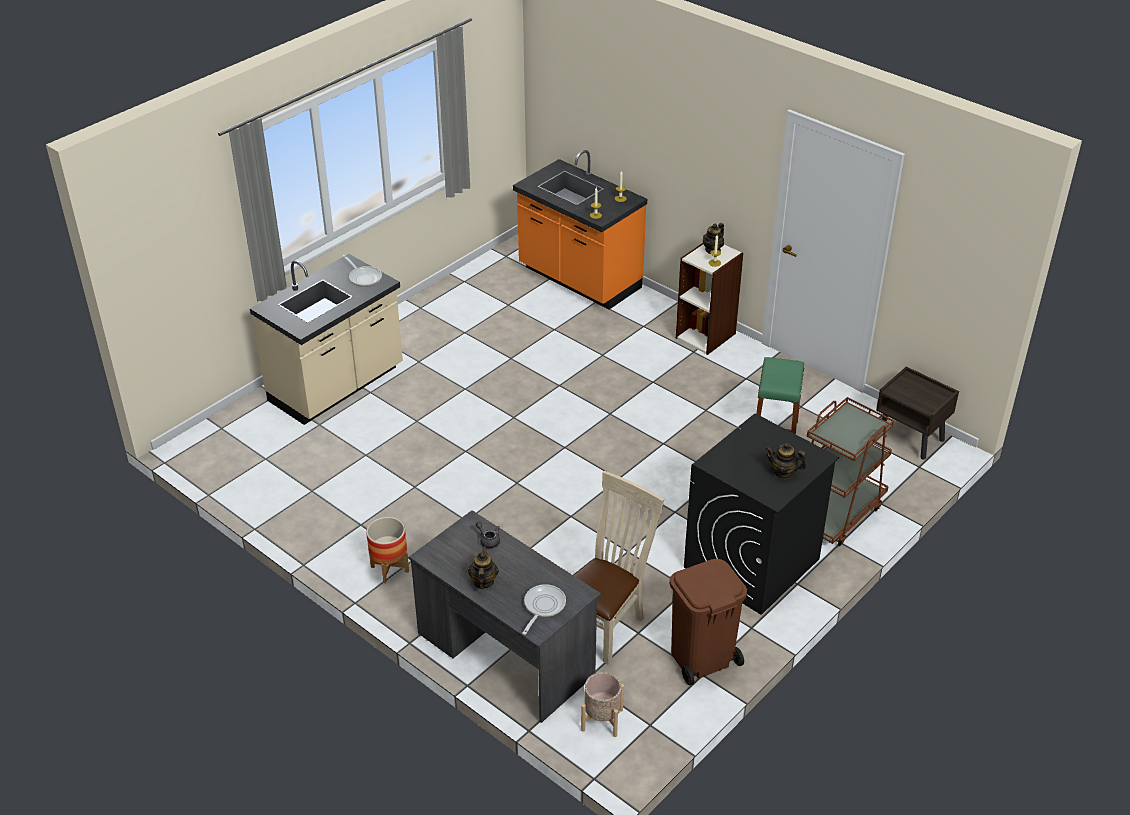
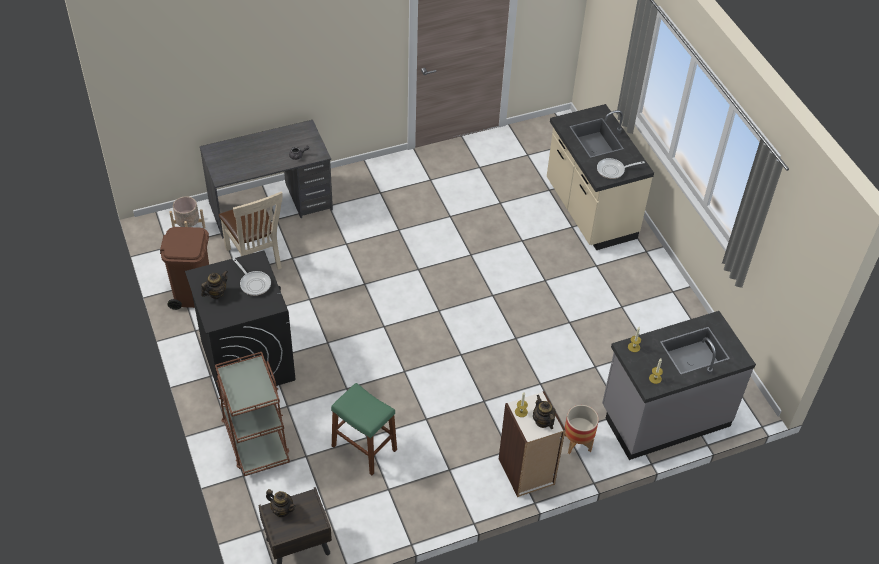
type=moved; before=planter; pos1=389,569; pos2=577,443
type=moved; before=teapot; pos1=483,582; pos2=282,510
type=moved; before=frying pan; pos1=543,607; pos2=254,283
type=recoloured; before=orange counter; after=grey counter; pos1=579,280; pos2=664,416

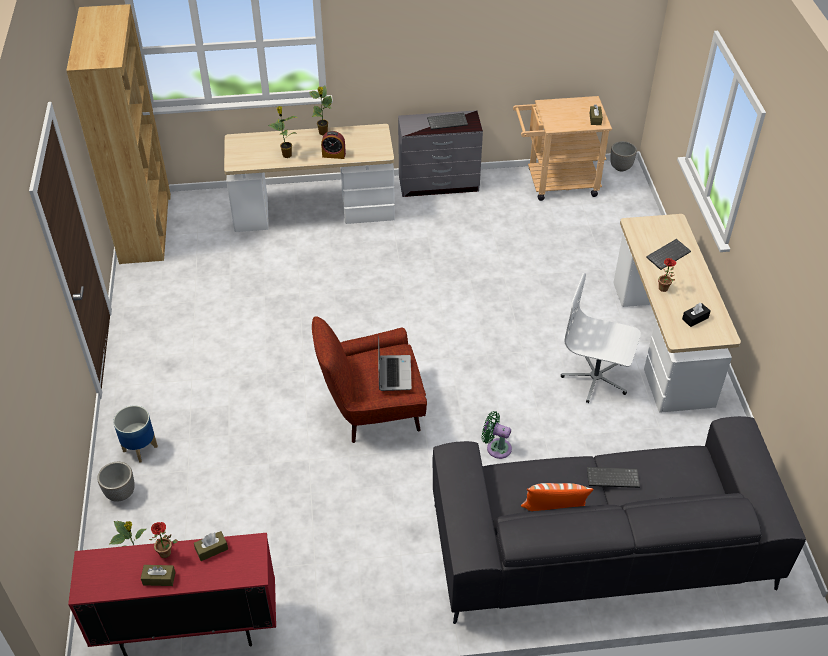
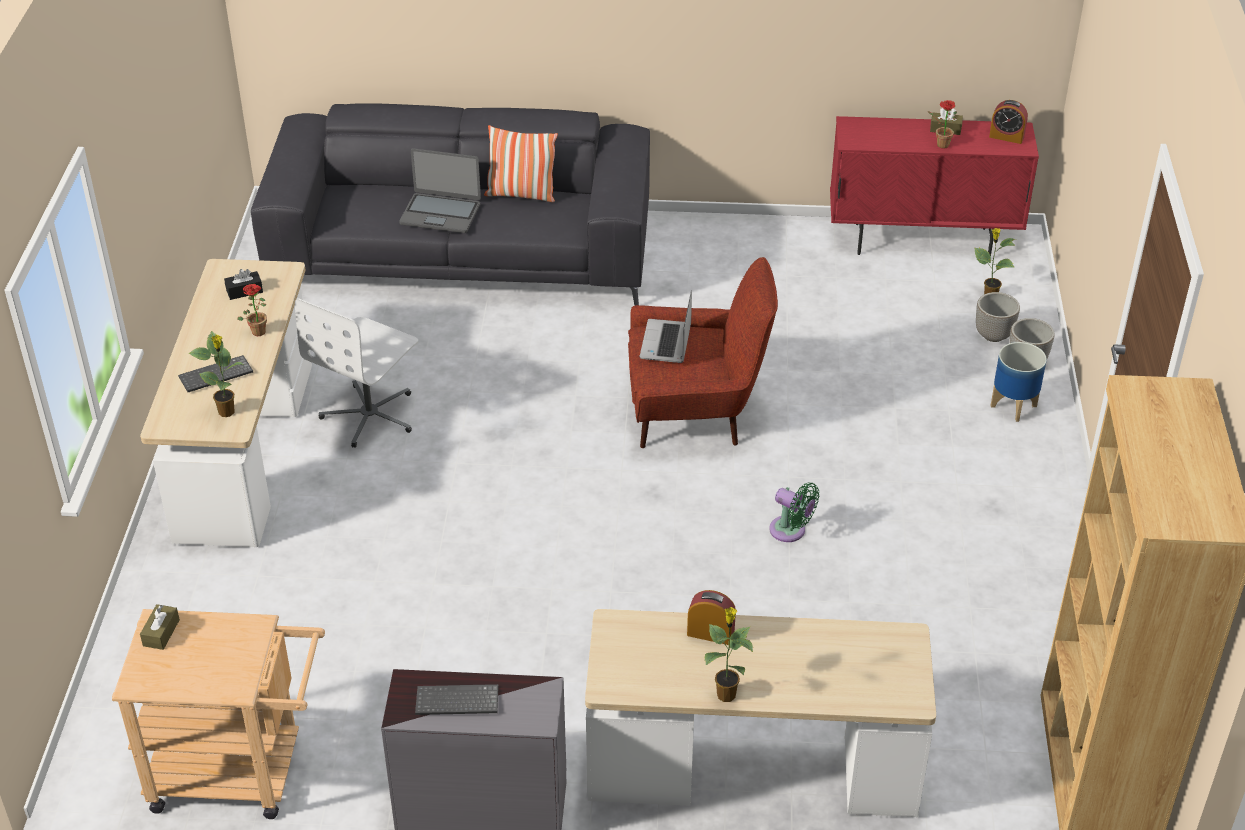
type=removed; before=brown tissue box; pos1=211,549
type=added; after=alarm clock; pos2=1006,137
type=moved; before=potted plant; pos1=286,155; pos2=227,412
type=moved; before=green fan; pos1=496,447; pos2=791,531
type=moved; before=planter; pos1=621,167; pos2=992,335
type=replaced; before=keyboard; after=laptop; pos1=612,479; pos2=441,213
type=turned; before=white office chair; pos1=595,378; pos2=370,415; turn=90

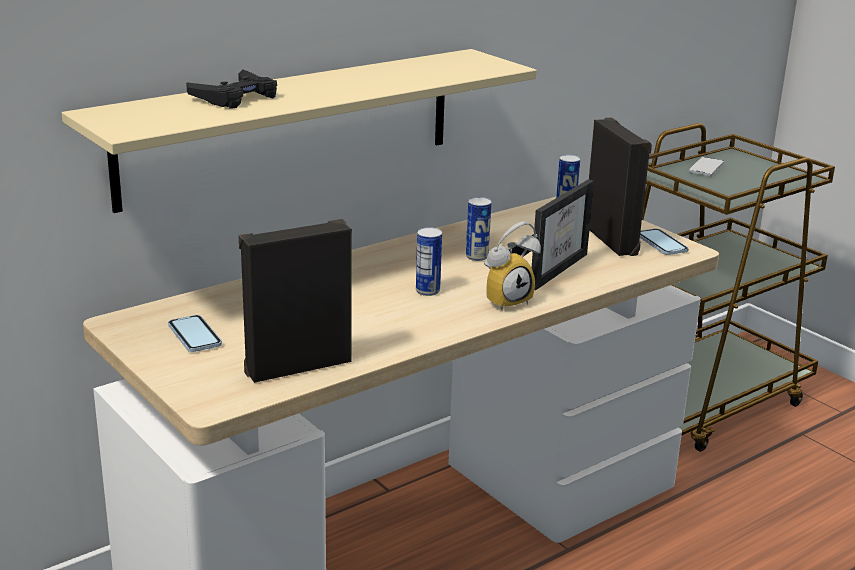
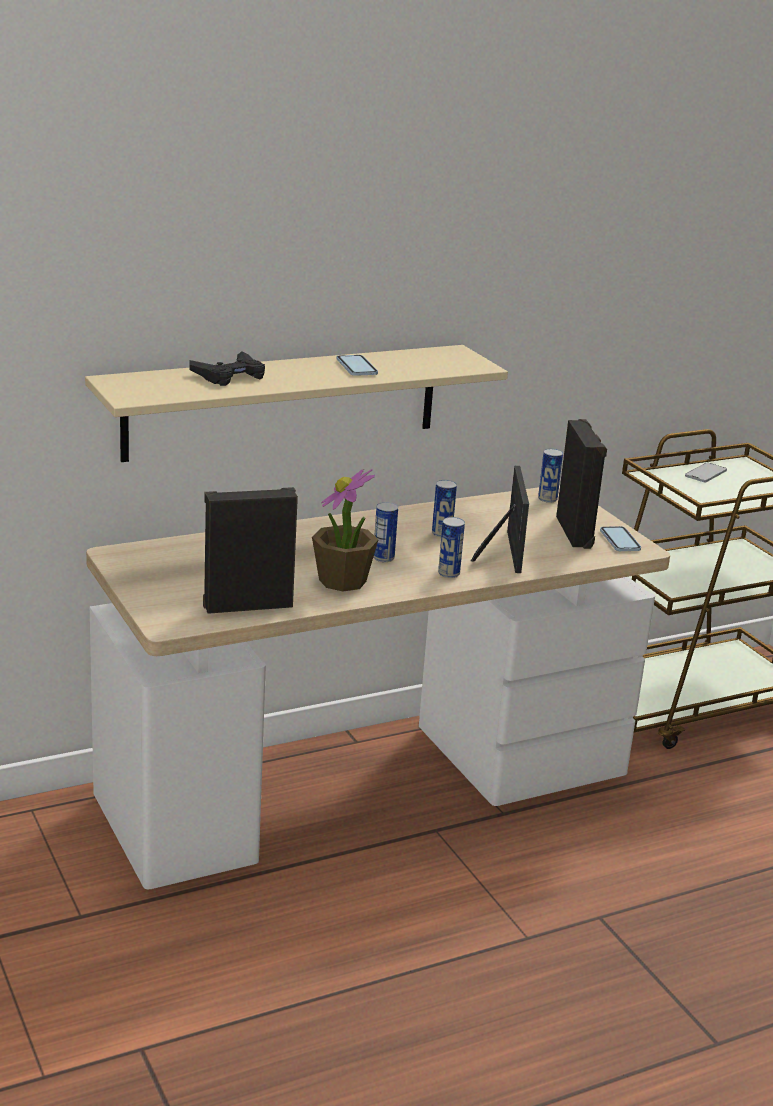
type=added; after=potted plant; pos2=342,581
type=moved; before=phone; pos1=194,336; pos2=356,367
type=replaced; before=alarm clock; after=can; pos1=506,300; pos2=448,573
type=turned; before=picture frame; pos1=550,268; pos2=503,550; turn=-45

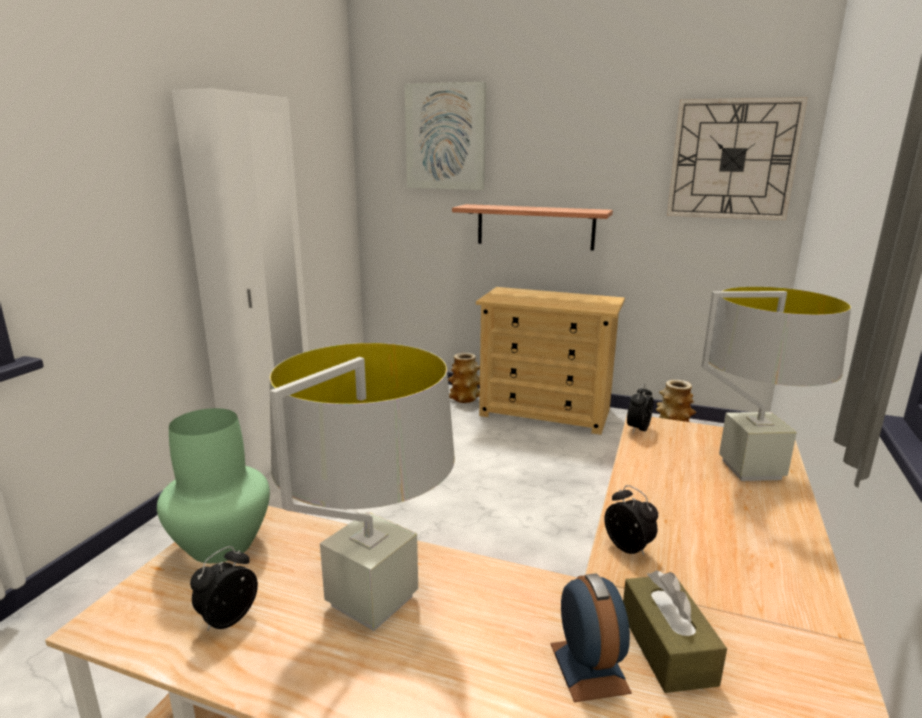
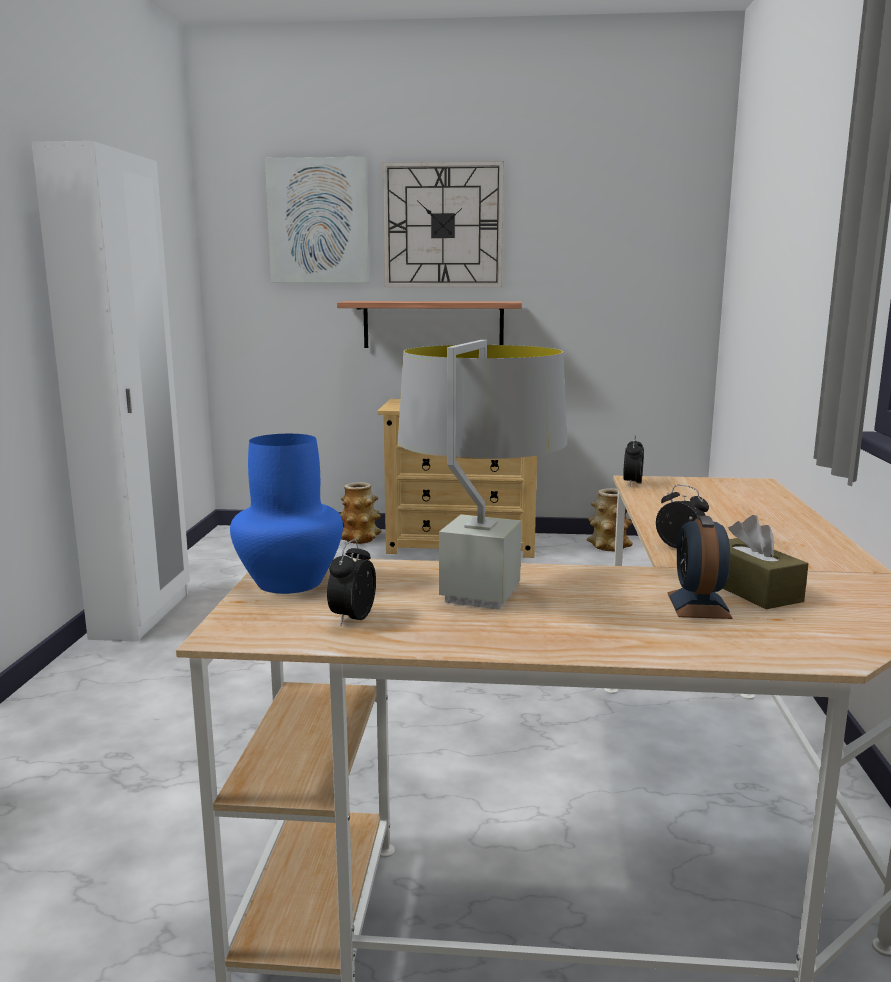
type=removed; before=grey table lamp; pos1=750,469
type=moved; before=wall clock; pos1=732,159; pos2=443,225
type=recoloured; before=green vase; after=blue vase; pos1=223,544; pos2=291,581
type=turned; before=alarm clock; pos1=589,667; pos2=698,605; turn=-150

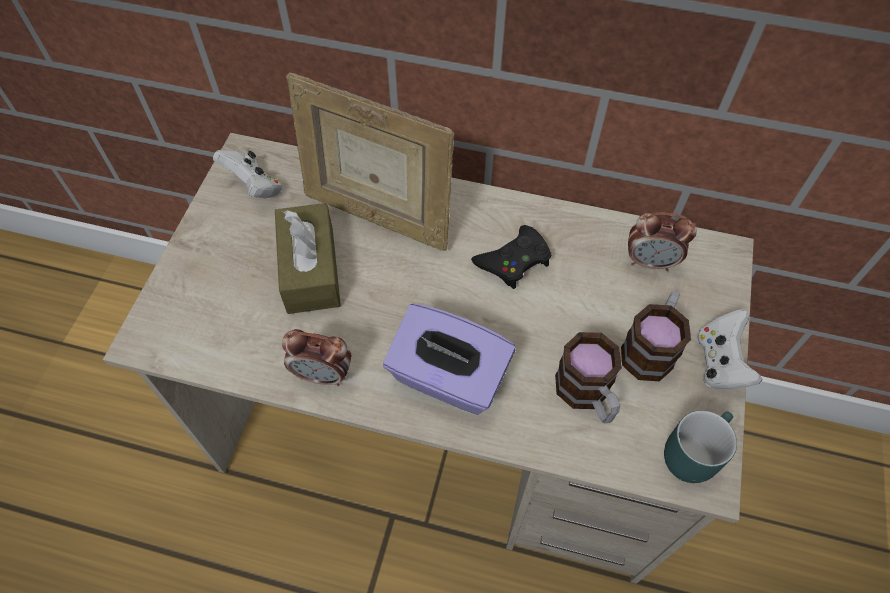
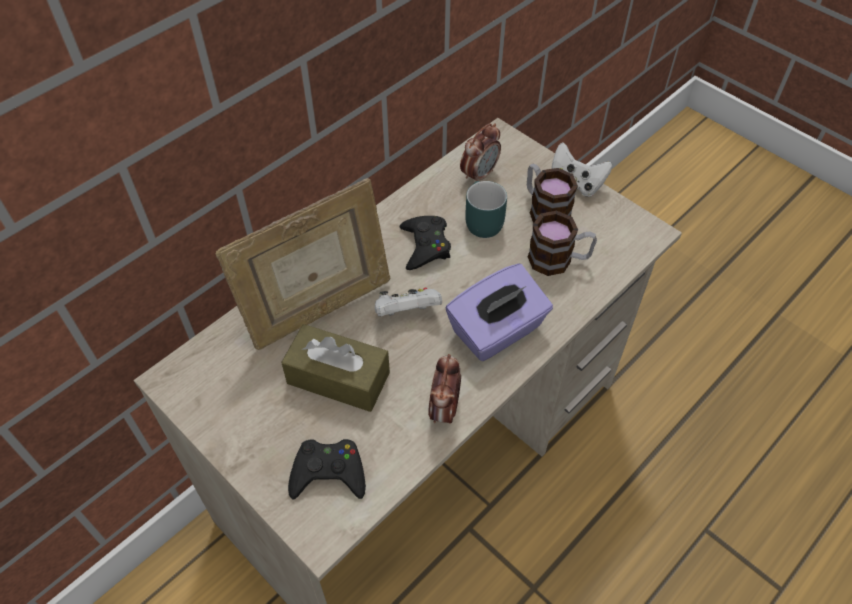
type=added; after=black game controller; pos2=328,473
type=moved; before=white game controller; pos1=254,187; pos2=407,313
type=moved; before=turquoise mug; pos1=690,450; pos2=479,221
type=turned; before=alarm clock; pos1=323,374; pos2=444,409; turn=150

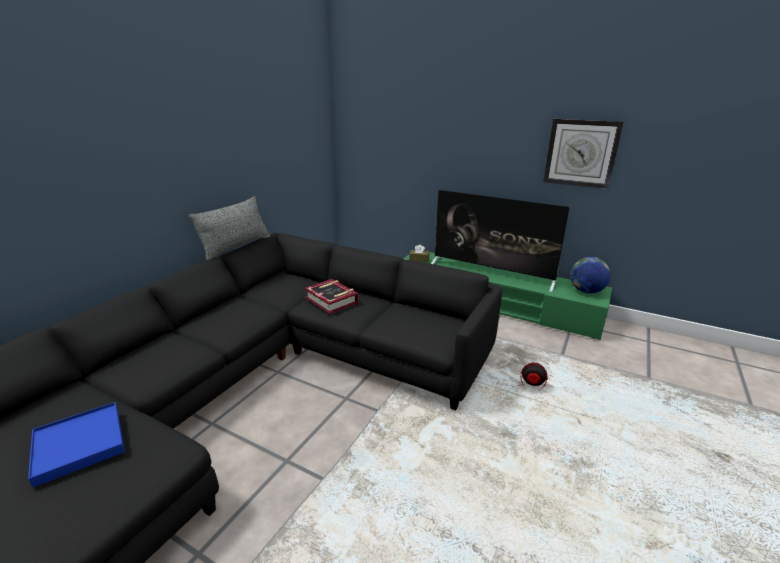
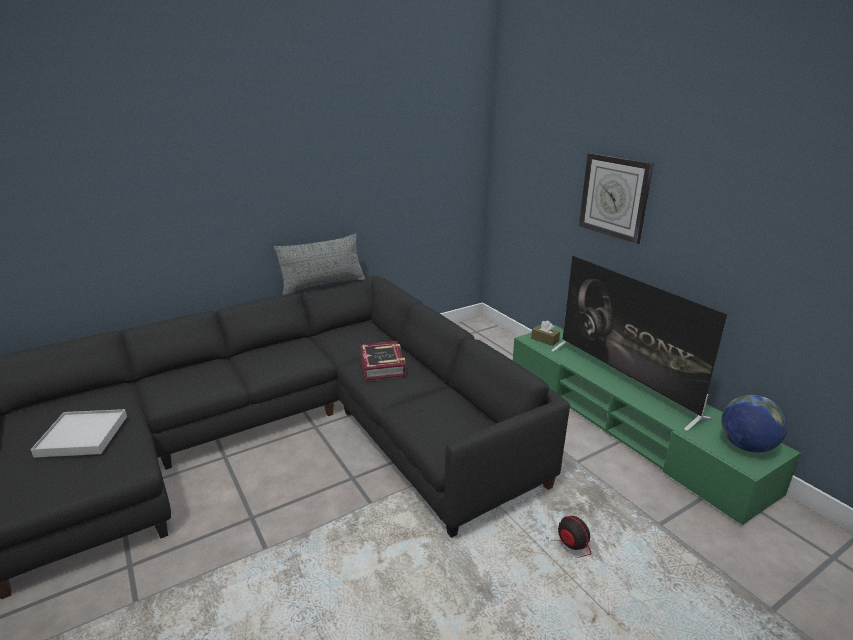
type=moved; before=wall clock; pos1=581,153; pos2=614,196
type=recoloured; before=blue tray; after=white tray; pos1=79,444; pos2=82,436

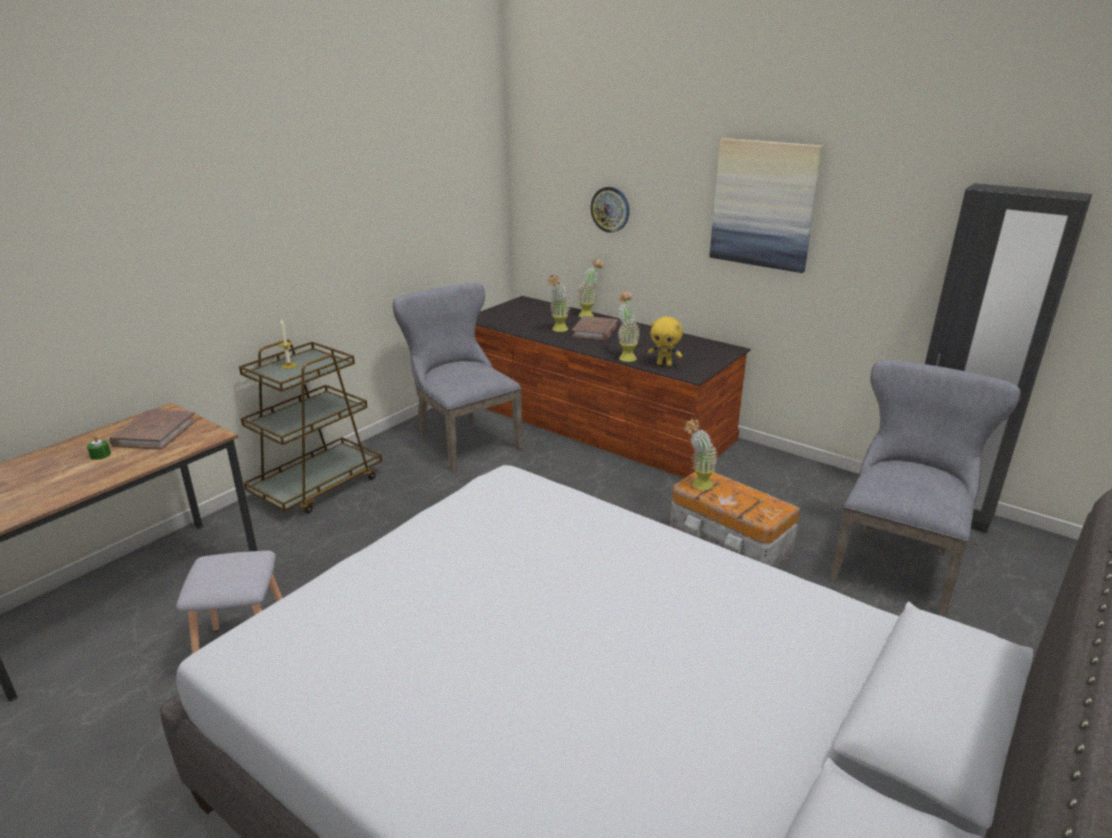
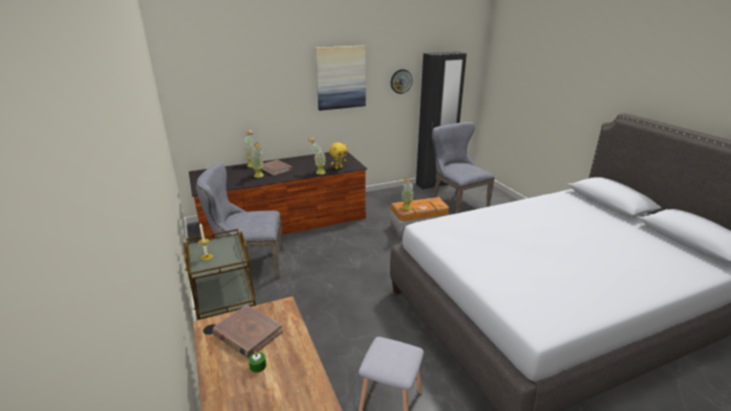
type=moved; before=wall clock; pos1=610,209; pos2=401,81

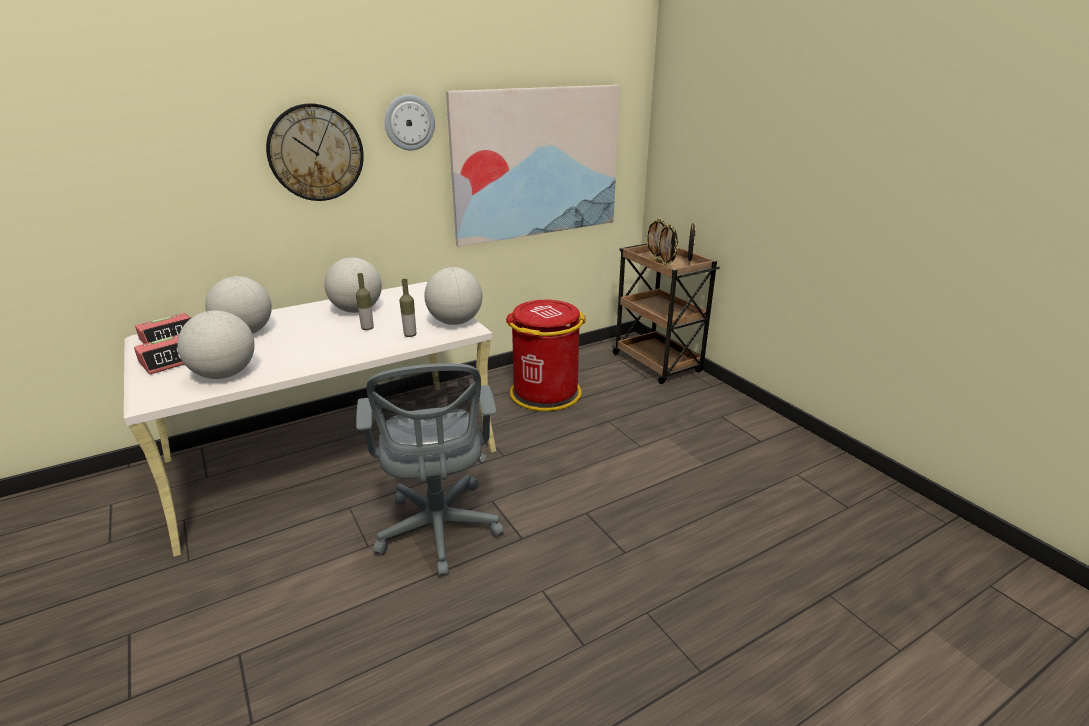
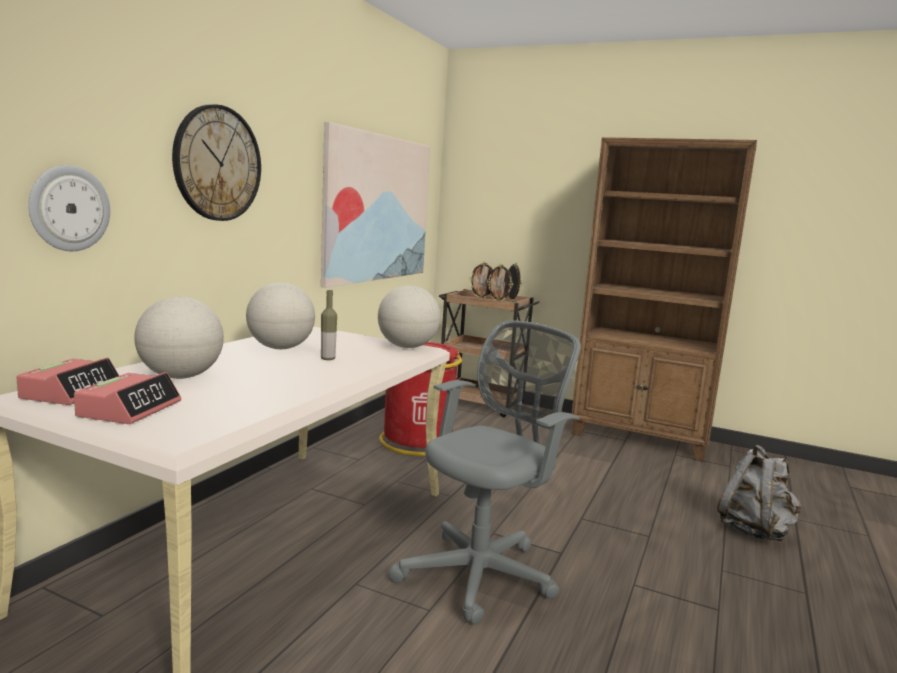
type=removed; before=globe; pos1=224,375
type=removed; before=bottle; pos1=410,335
type=added; after=brown bookcase; pos2=640,438
type=added; after=grey backpack; pos2=754,531
type=moved; before=wall clock; pos1=409,122; pos2=69,208
type=turned; before=grey office chair; pos1=439,532; pos2=482,573; turn=-90

